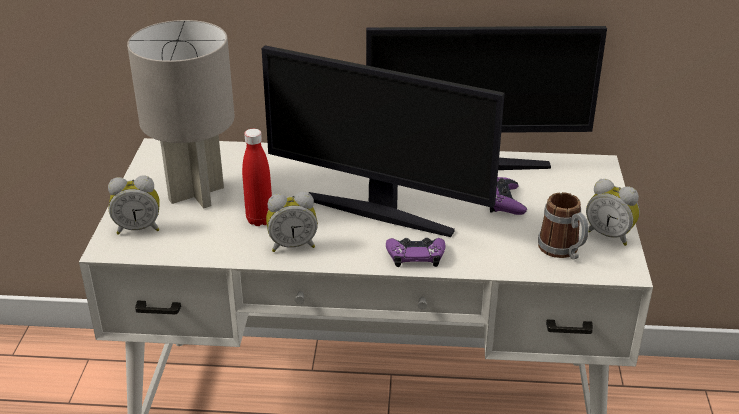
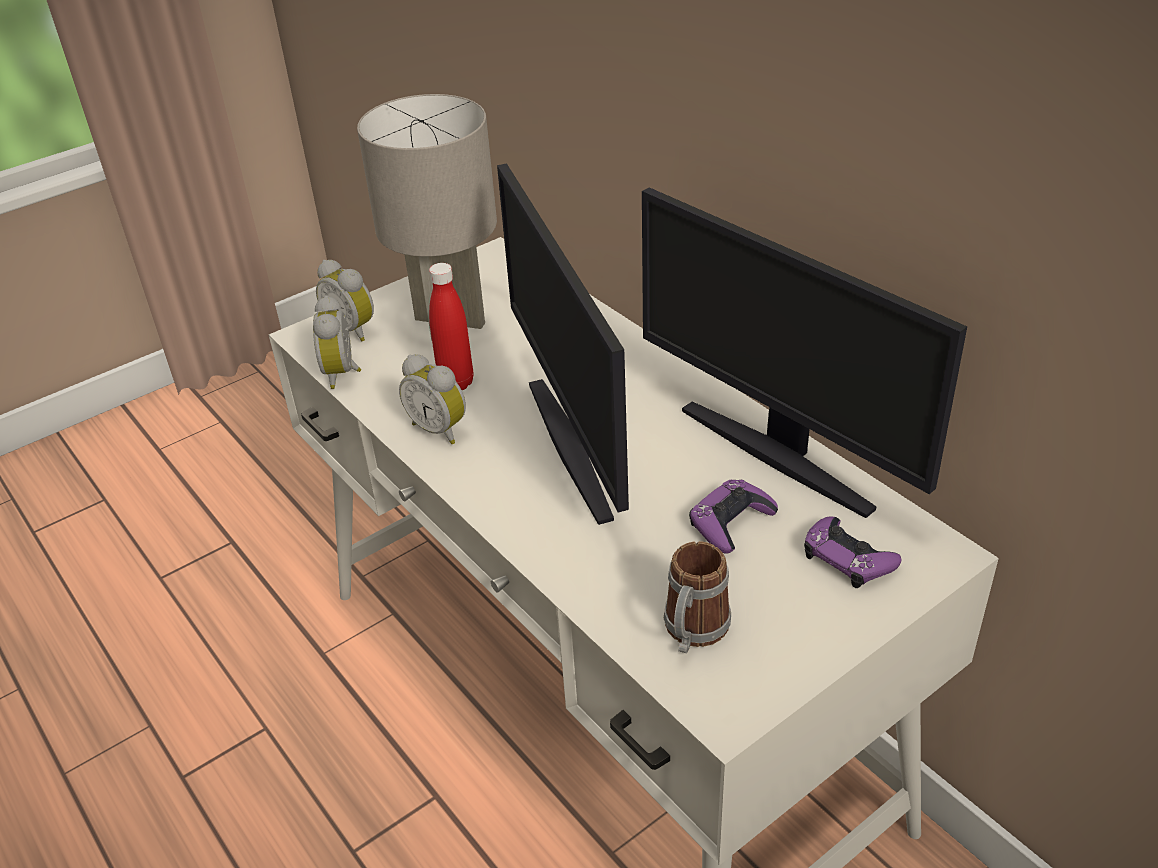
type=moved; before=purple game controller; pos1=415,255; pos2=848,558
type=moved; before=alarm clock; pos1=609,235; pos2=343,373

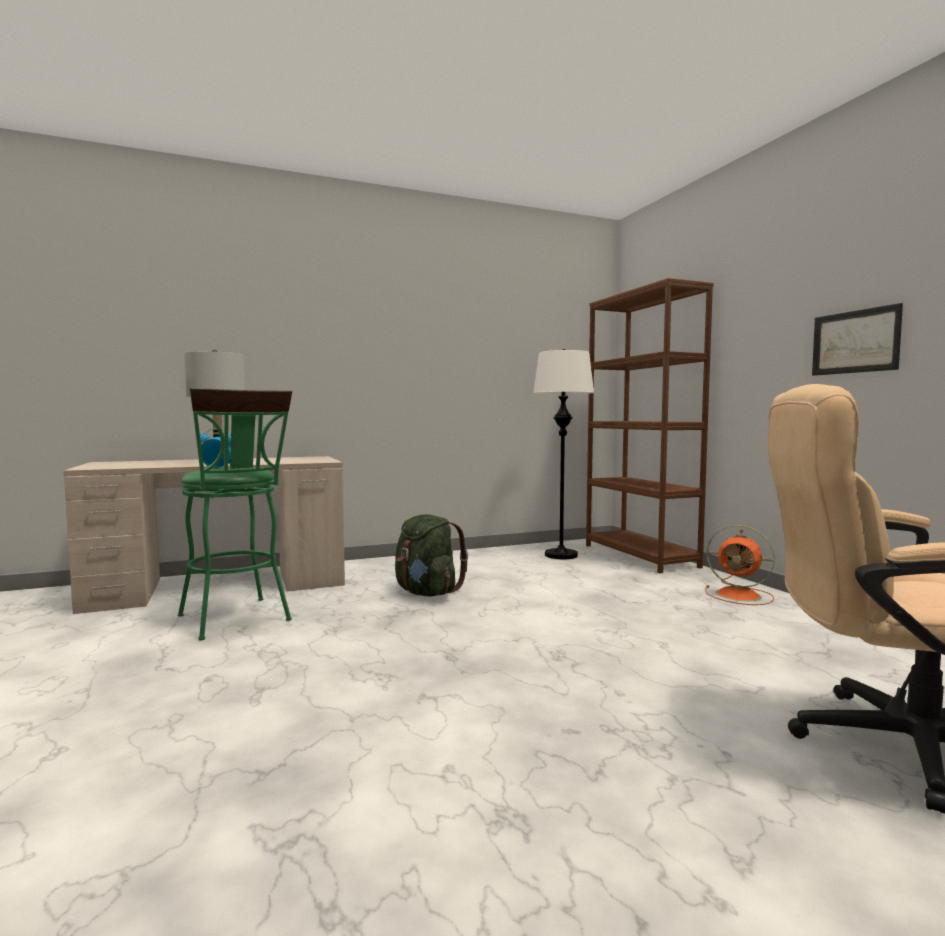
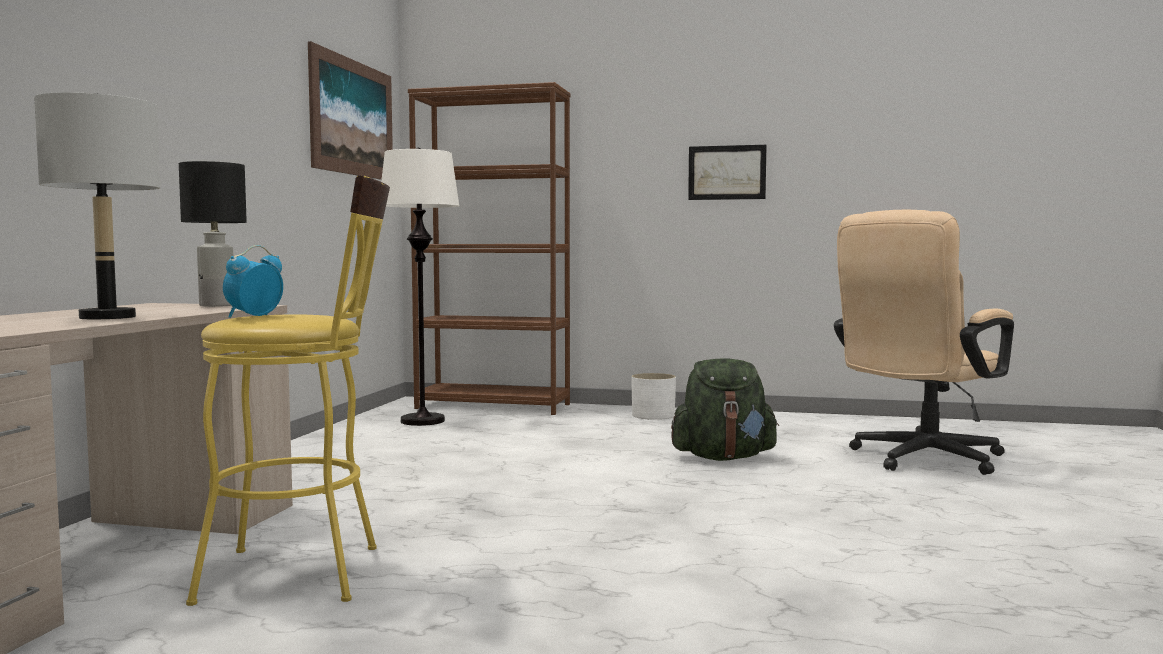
type=added; after=black table lamp; pos2=217,305
type=added; after=picture; pos2=352,118
type=moved; before=green backpack; pos1=427,593; pos2=723,457
type=replaced; before=orange fan; after=white planter; pos1=740,595; pos2=653,415
type=recoloured; before=green stool; after=yellow stool; pos1=237,620; pos2=307,573

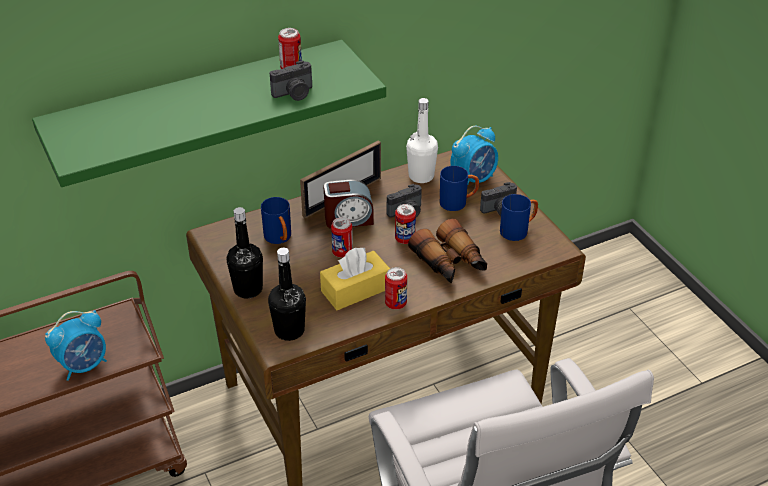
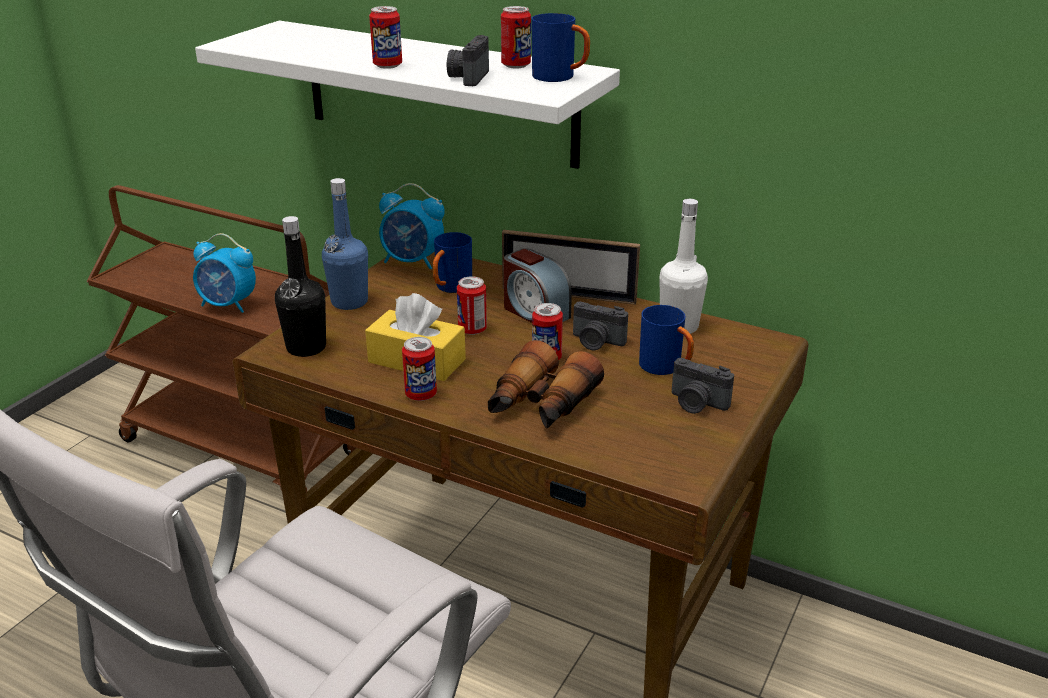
type=added; after=can; pos2=387,65
type=moved; before=alarm clock; pos1=474,179; pos2=412,262
type=moved; before=blue mug; pos1=518,230; pos2=560,78
type=recoloured; before=green shelf; after=white shelf; pos1=199,111; pos2=438,93
type=recoloured; before=black bottle; after=blue bottle; pos1=248,289; pos2=349,302
type=turned; before=photo camera; pos1=294,94; pos2=468,77; turn=75

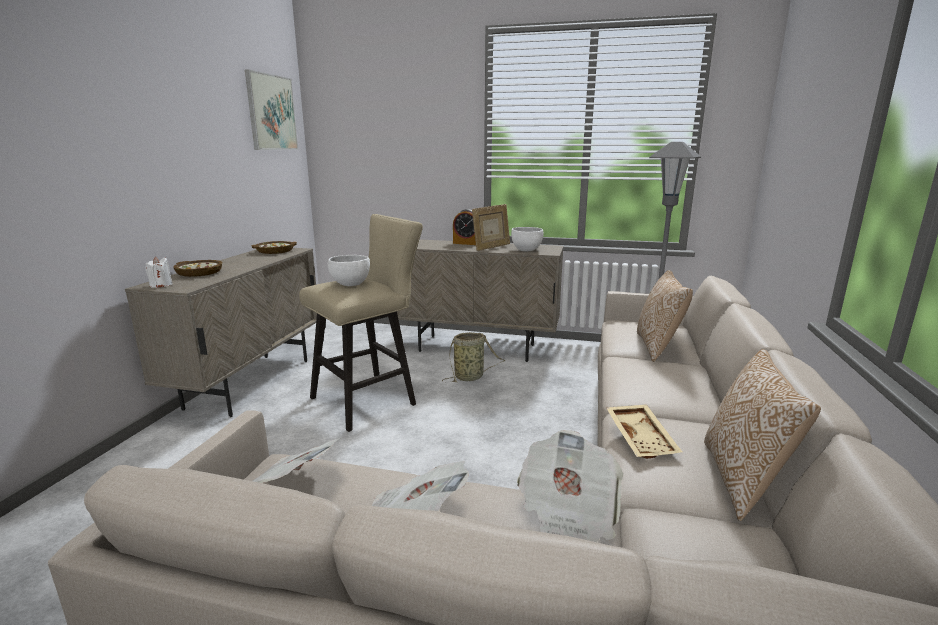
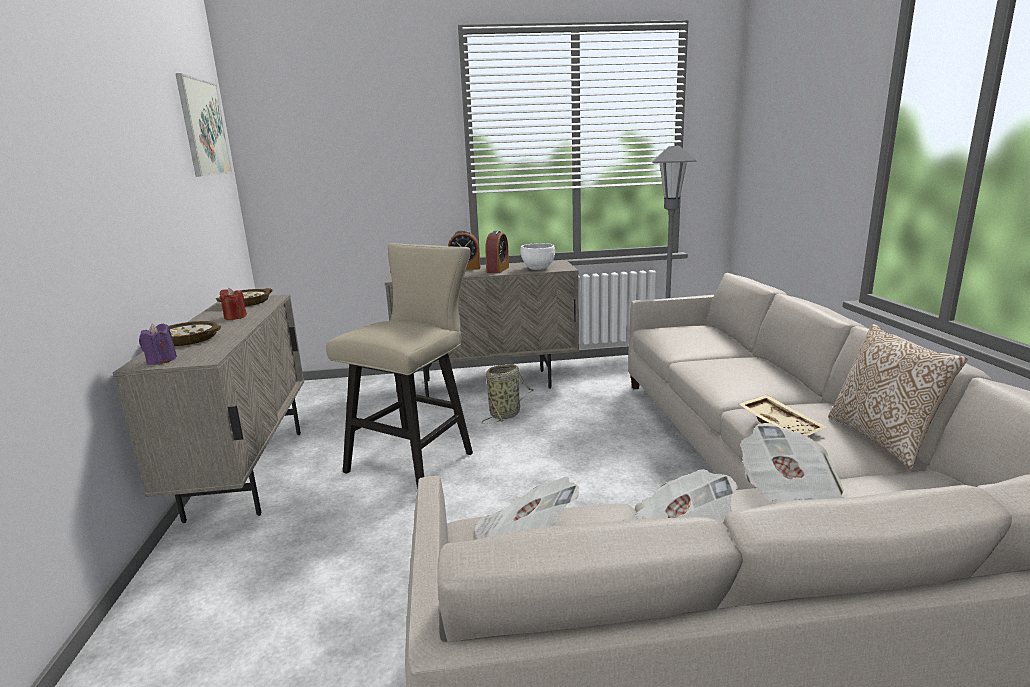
type=removed; before=white bowl; pos1=351,284
type=removed; before=pillow; pos1=658,347
type=added; after=red candle; pos2=235,317
type=replaced; before=picture frame; after=alarm clock; pos1=491,247; pos2=498,270
type=recoloured; before=white candle; after=purple candle; pos1=161,285; pos2=161,360

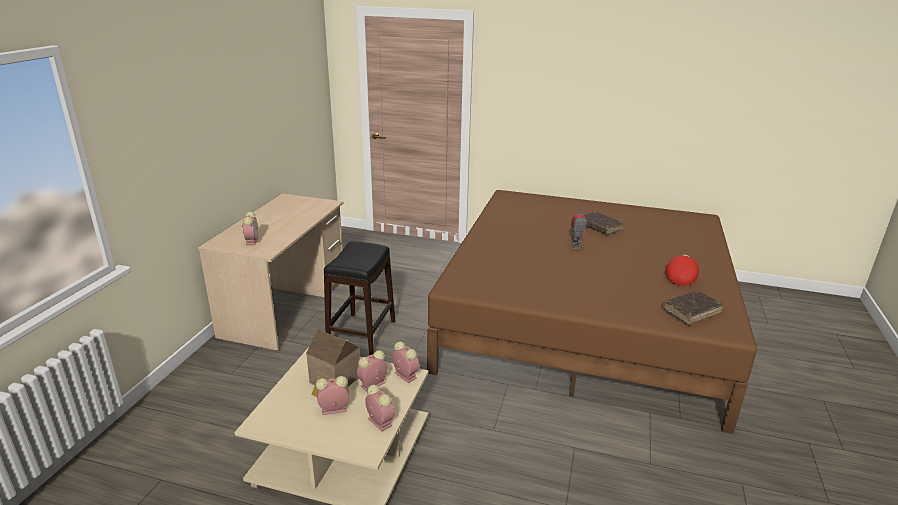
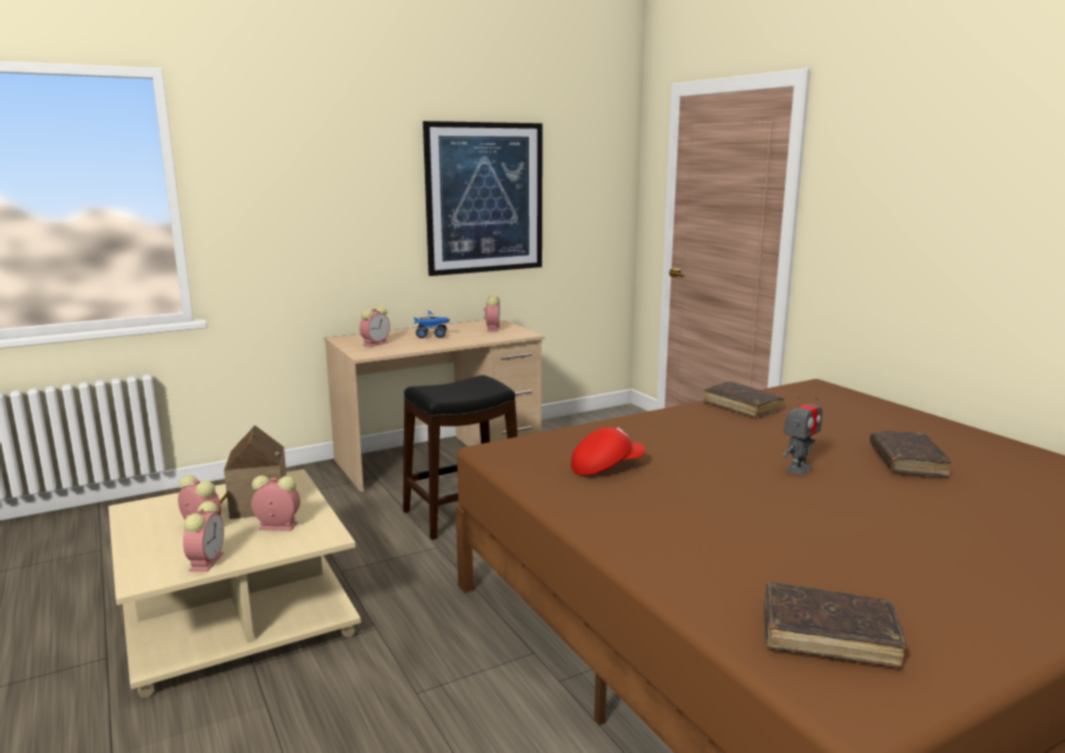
type=added; after=toy truck; pos2=432,336
type=added; after=picture; pos2=485,198
type=added; after=brown book; pos2=742,406
type=moved; before=alarm clock; pos1=404,375; pos2=492,329
type=moved; before=red cap; pos1=680,277; pos2=605,467

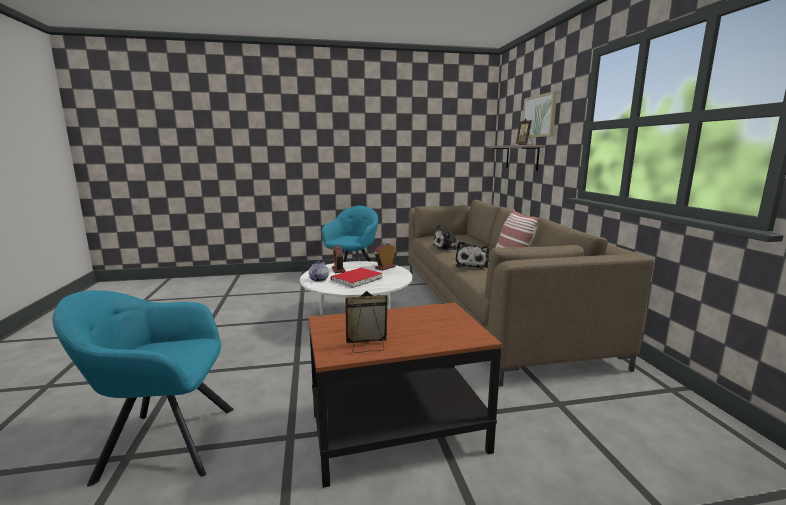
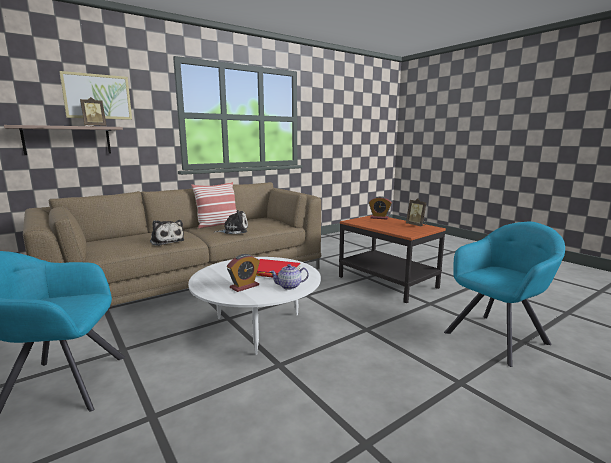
type=moved; before=alarm clock; pos1=385,267; pos2=379,218
type=turned; before=turquoise armchair; pos1=163,443; pos2=498,337; turn=-90

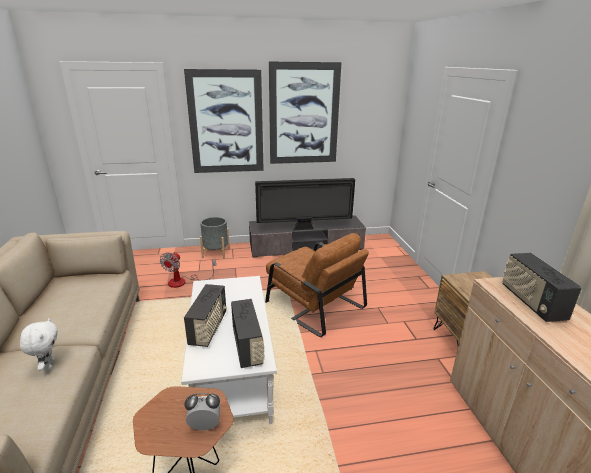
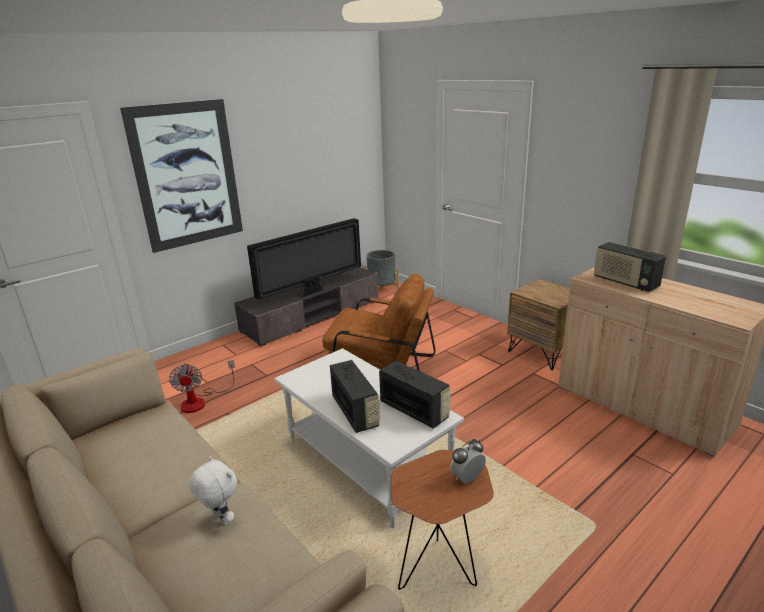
type=removed; before=picture; pos1=304,114
type=moved; before=grey planter; pos1=216,253; pos2=382,290

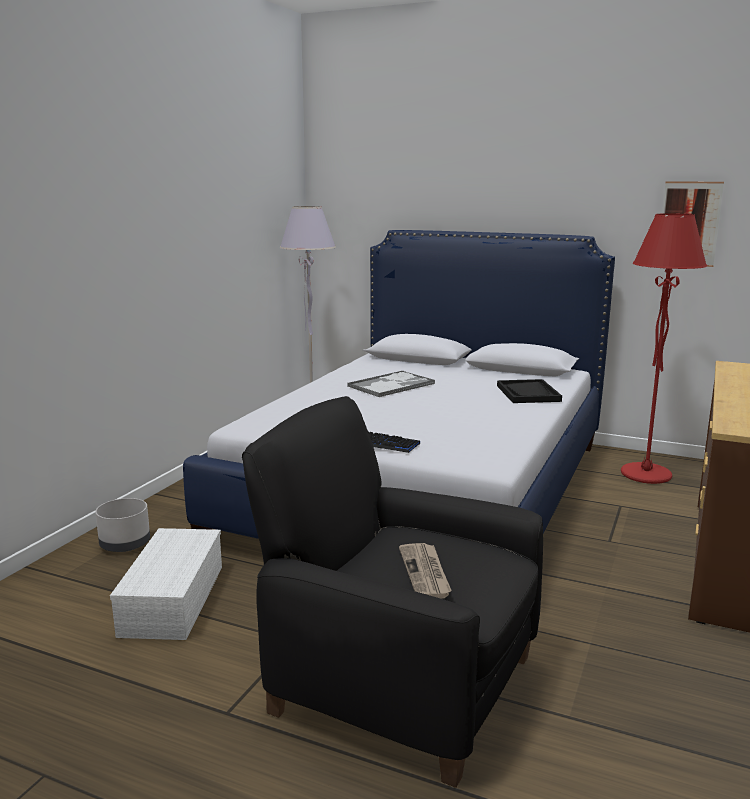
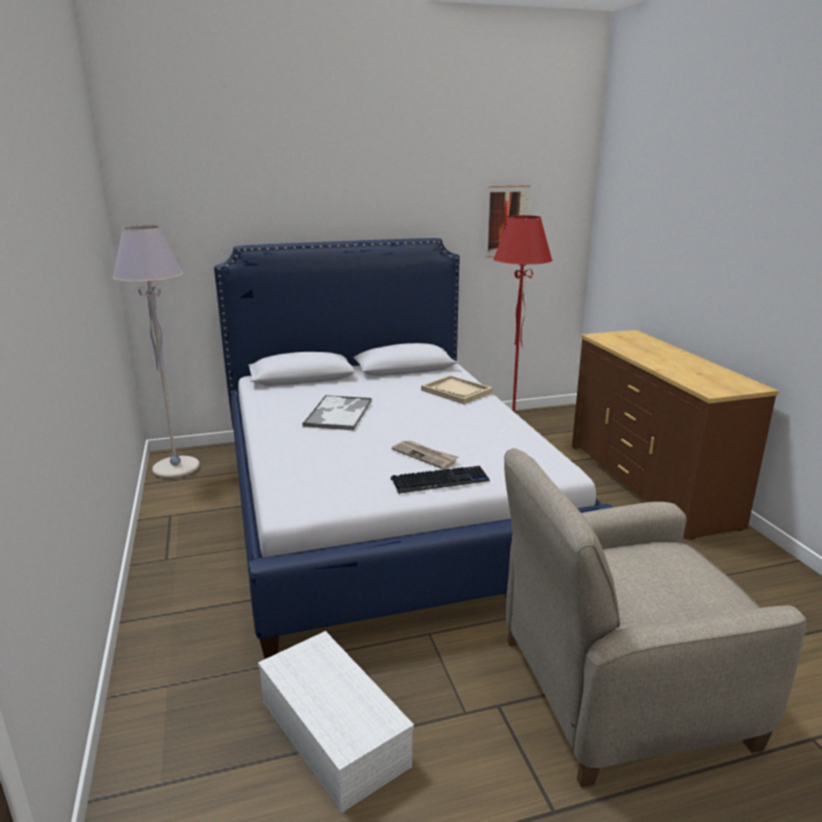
type=removed; before=grey planter; pos1=125,544
type=moved; before=newspaper; pos1=425,573; pos2=425,456
type=recoloured; before=black armchair; after=beige armchair; pos1=400,682; pos2=618,691
type=recoloured; before=black tray; after=beige tray; pos1=528,393; pos2=456,391

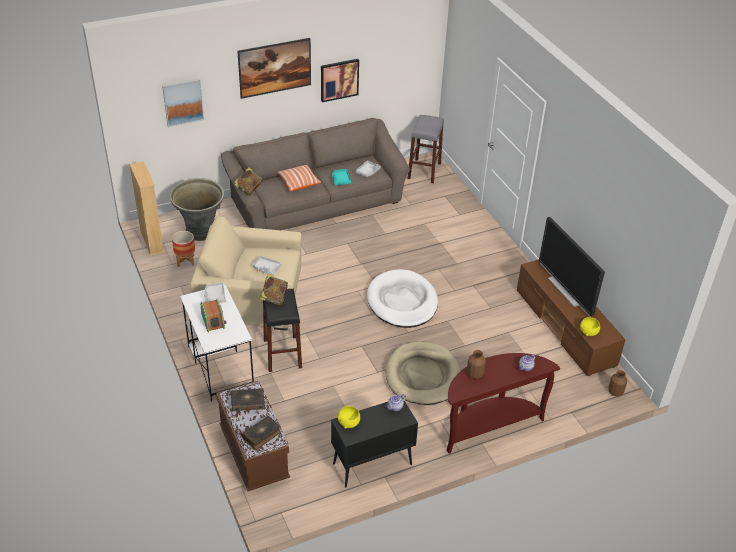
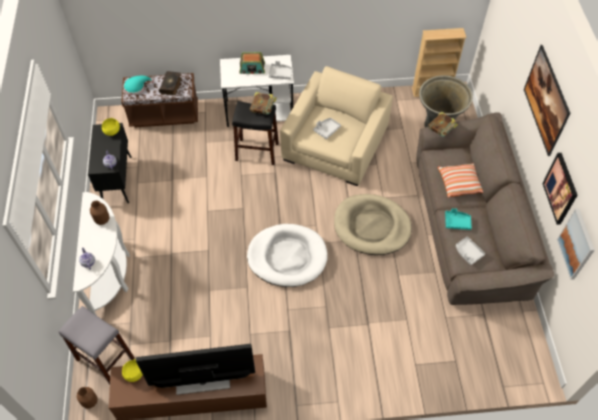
type=removed; before=planter; pos1=185,261
type=moved; before=picture; pos1=183,102; pos2=576,244
type=moved; before=beige dog bed; pos1=423,376; pos2=371,226
type=moved; before=grey stool; pos1=424,171; pos2=105,358
type=replaced; before=book; after=turquoise hat; pos1=261,436; pos2=136,87
type=recoloured; before=brown console table; after=white console table; pos1=489,425; pos2=110,273

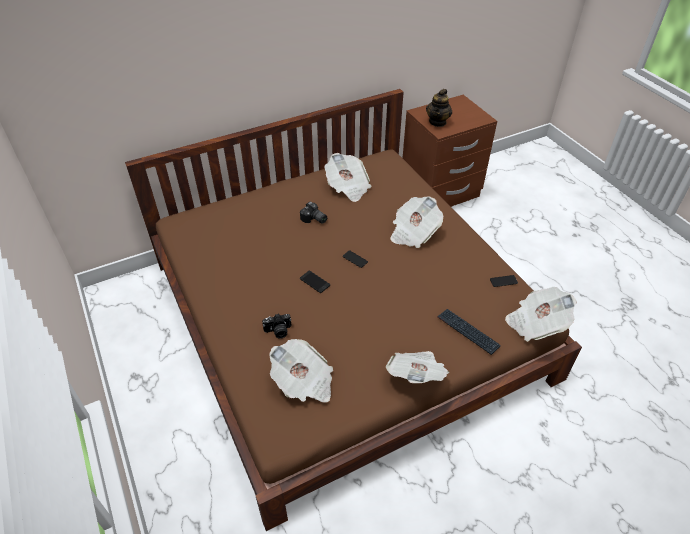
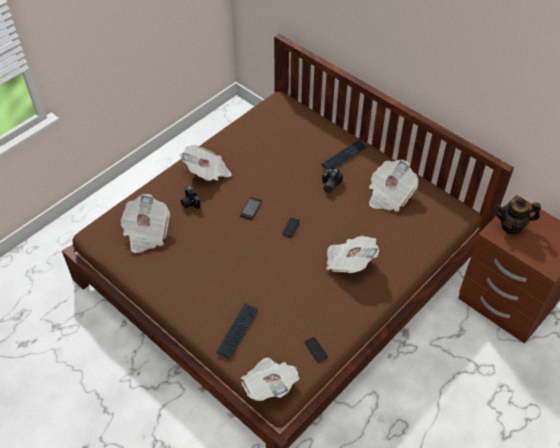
type=added; after=keyboard; pos2=344,156
type=moved; before=newspaper; pos1=416,375; pos2=207,172

